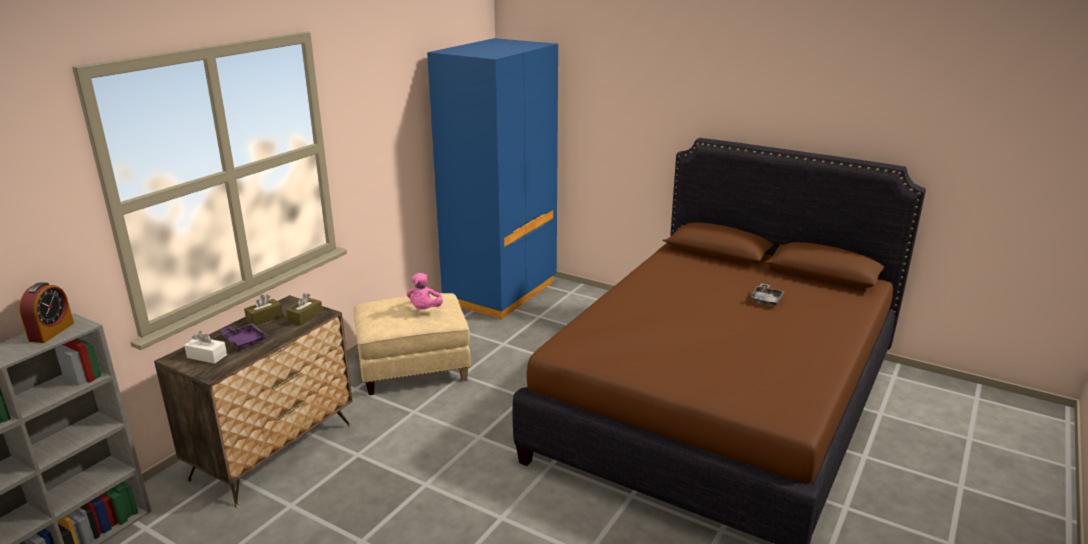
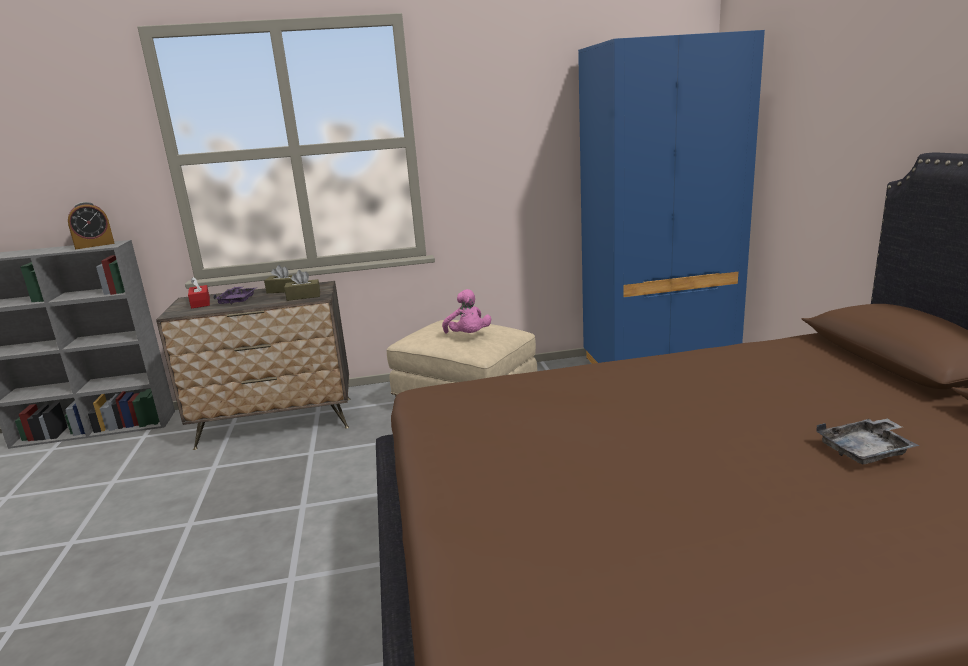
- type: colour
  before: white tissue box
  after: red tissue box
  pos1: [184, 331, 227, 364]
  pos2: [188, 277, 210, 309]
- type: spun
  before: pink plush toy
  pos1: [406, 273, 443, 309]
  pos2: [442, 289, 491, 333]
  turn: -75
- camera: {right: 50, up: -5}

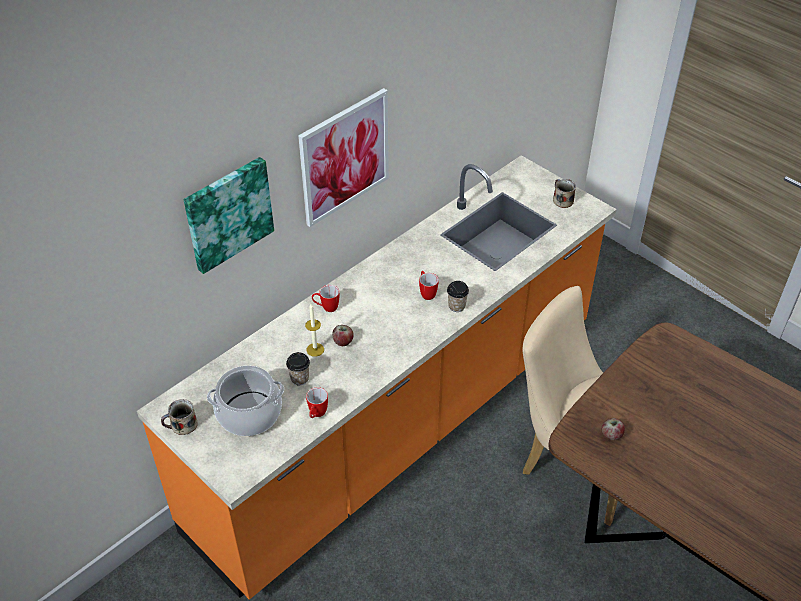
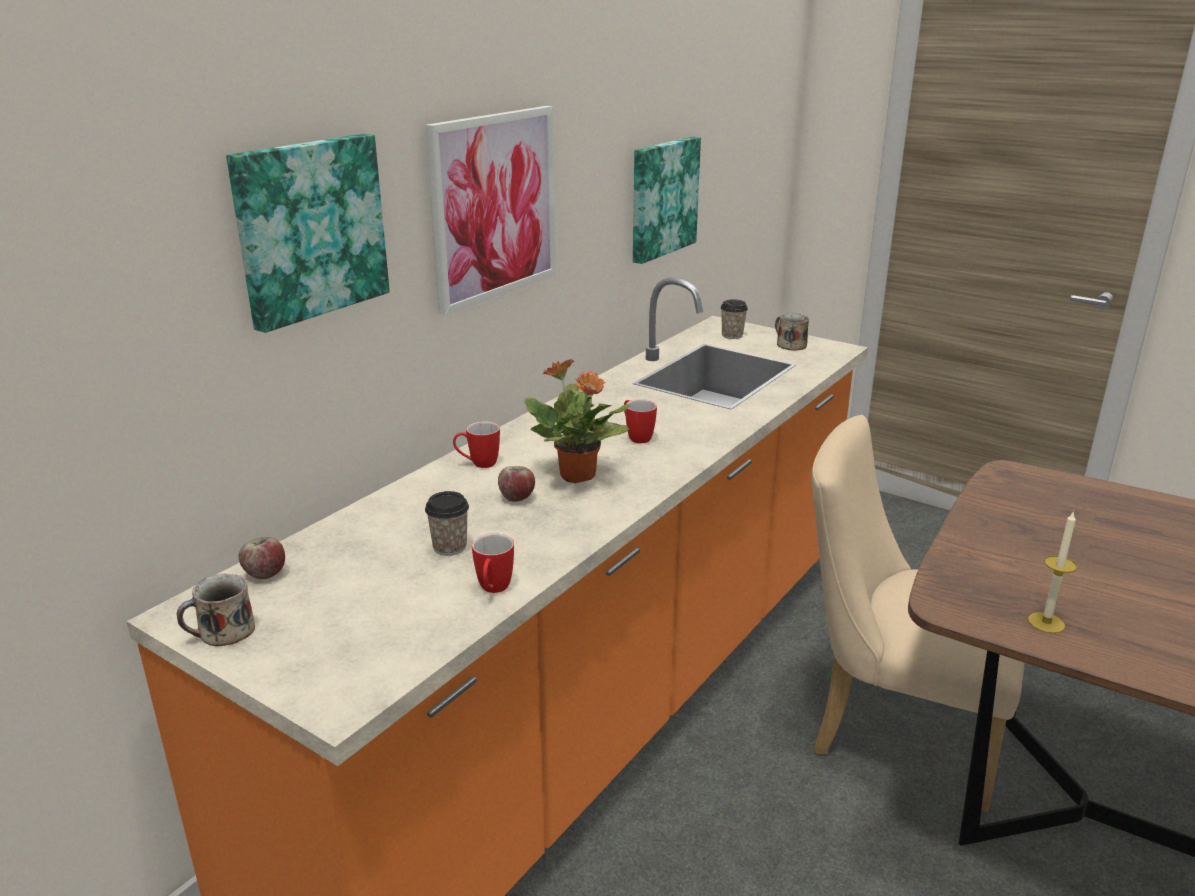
- type: relocated
  before: apple
  pos1: [601, 418, 625, 441]
  pos2: [238, 537, 285, 579]
- type: appeared
  after: potted plant
  pos2: [524, 359, 631, 483]
- type: appeared
  after: picture
  pos2: [633, 137, 701, 264]
- type: relocated
  before: cup
  pos1: [447, 281, 469, 312]
  pos2: [720, 299, 748, 339]
- type: relocated
  before: candle
  pos1: [305, 304, 324, 357]
  pos2: [1028, 511, 1077, 633]
- type: missing
  before: cooking pot
  pos1: [207, 366, 284, 436]
- camera: {right: -10, up: -20}

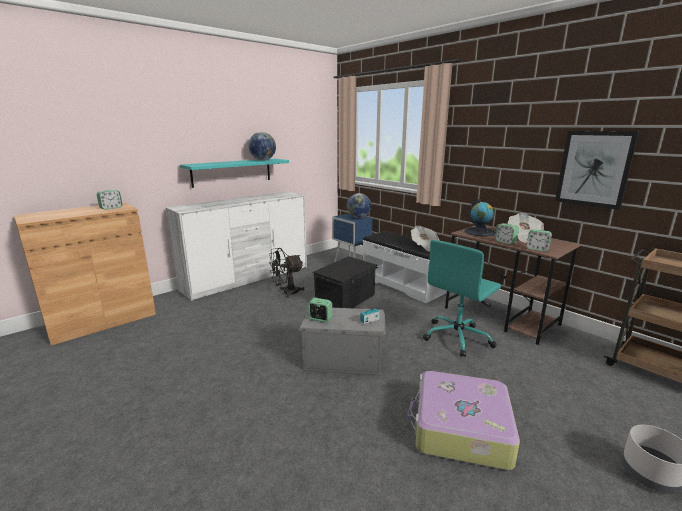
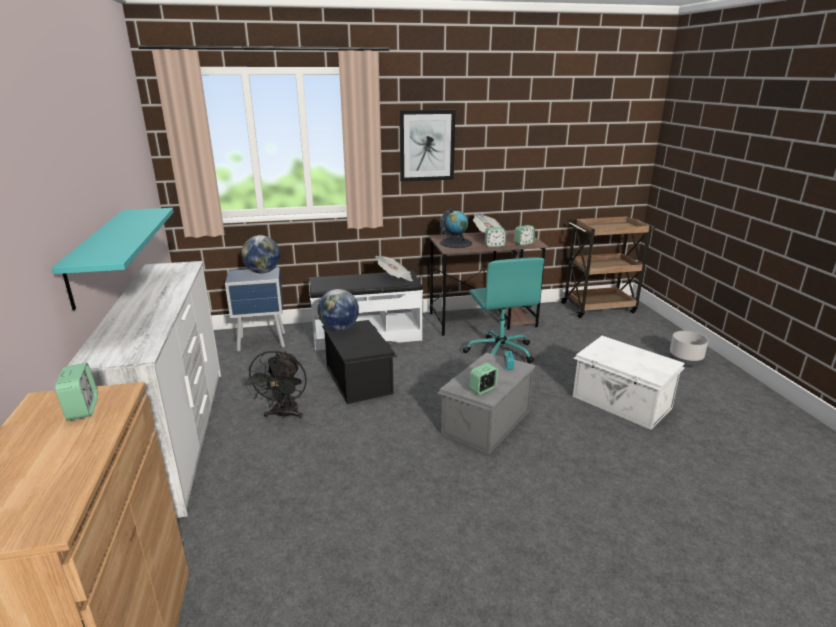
- type: relocated
  before: globe
  pos1: [248, 132, 276, 160]
  pos2: [317, 289, 359, 331]
- type: relocated
  before: picture
  pos1: [555, 131, 639, 210]
  pos2: [399, 110, 455, 182]
- type: exchanged
  before: suitcase
  after: white storage box
  pos1: [407, 371, 520, 470]
  pos2: [573, 336, 685, 430]
- camera: {right: -60, up: 5}

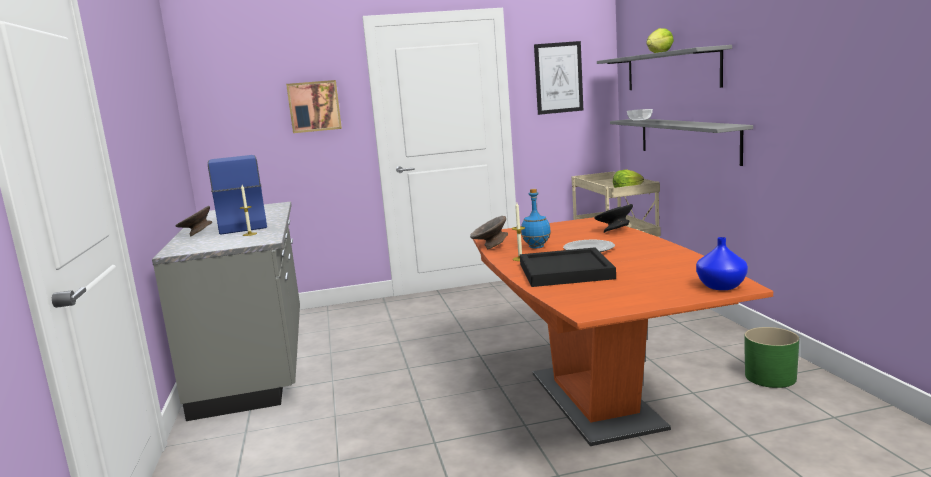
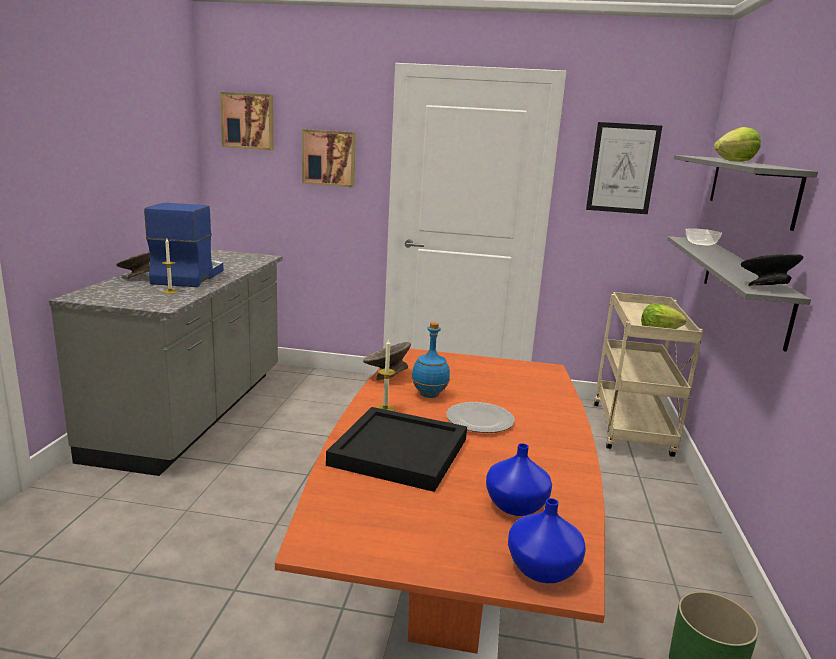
- type: appeared
  after: picture
  pos2: [220, 92, 274, 150]
- type: appeared
  after: blue vase
  pos2: [486, 443, 552, 516]
- type: relocated
  before: black bowl
  pos1: [594, 204, 633, 233]
  pos2: [741, 254, 804, 286]
- camera: {right: 20, up: 5}

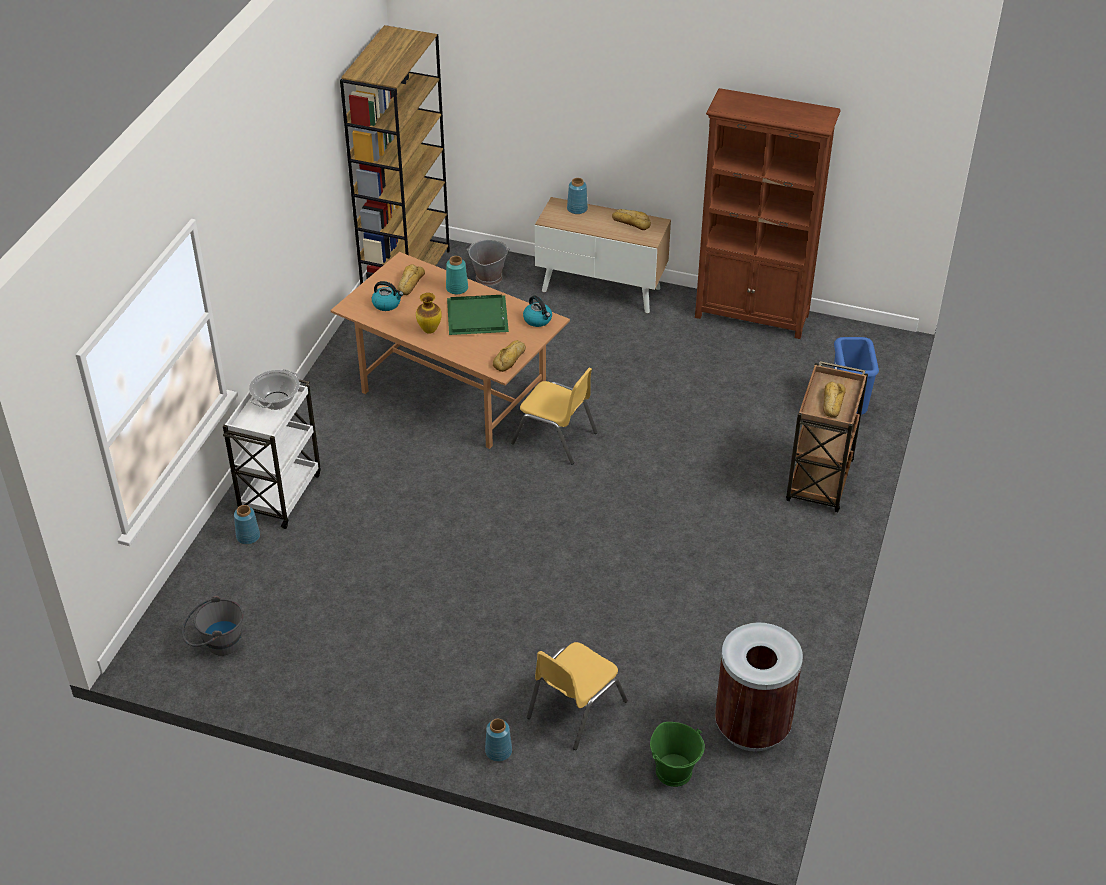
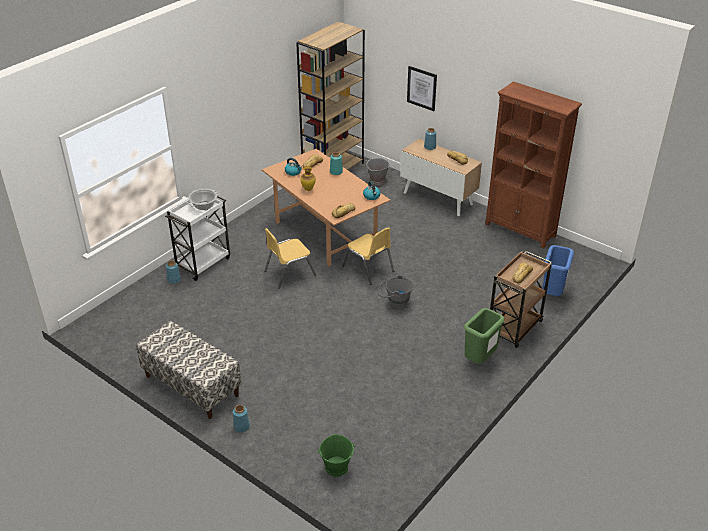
- type: appeared
  after: bench
  pos2: [137, 321, 242, 419]
- type: relocated
  before: yellow chair
  pos1: [527, 642, 628, 750]
  pos2: [264, 228, 317, 289]
- type: relocated
  before: grey bucket
  pos1: [182, 596, 244, 656]
  pos2: [378, 275, 413, 308]
- type: appeared
  after: picture
  pos2: [407, 66, 437, 111]
- type: appeared
  after: green trash can
  pos2: [464, 308, 504, 364]
- type: missing
  before: green tray
  pos1: [447, 295, 509, 335]
- type: missing
  before: brown trash can
  pos1: [715, 622, 803, 752]
- camera: {right: 20, up: -5}

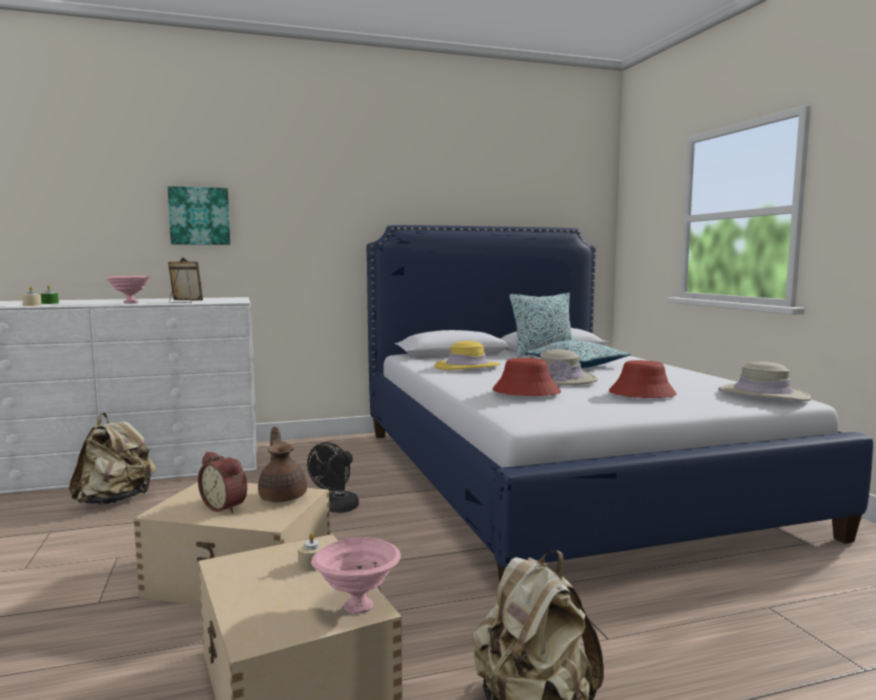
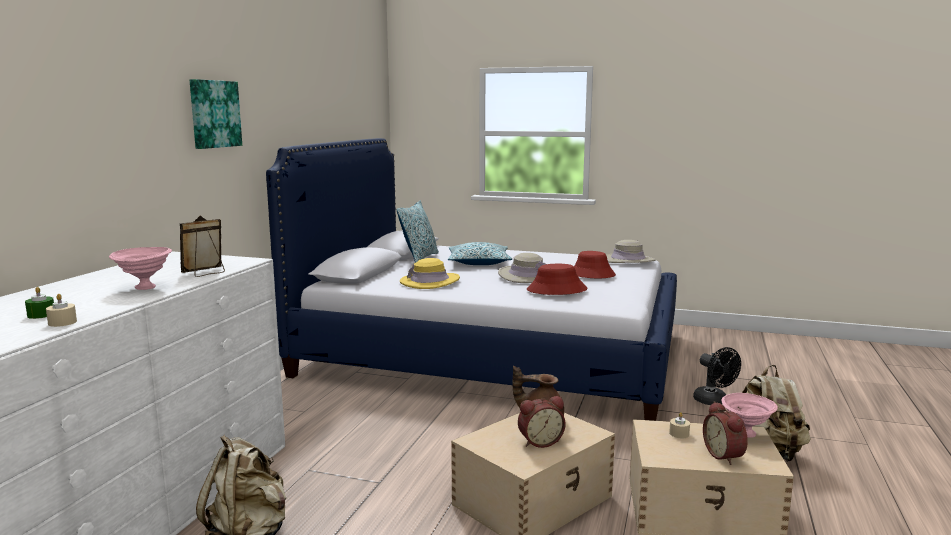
- type: relocated
  before: picture
  pos1: [168, 186, 230, 245]
  pos2: [190, 79, 242, 149]
- type: relocated
  before: black fan
  pos1: [307, 442, 359, 513]
  pos2: [693, 347, 741, 405]
- type: appeared
  after: alarm clock
  pos2: [703, 401, 748, 465]
- camera: {right: -55, up: 5}

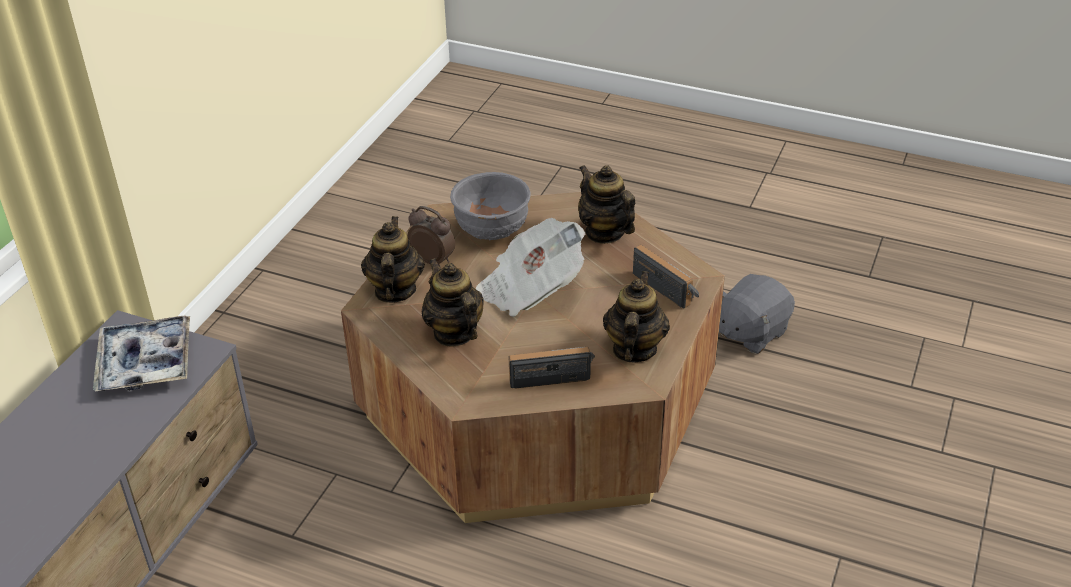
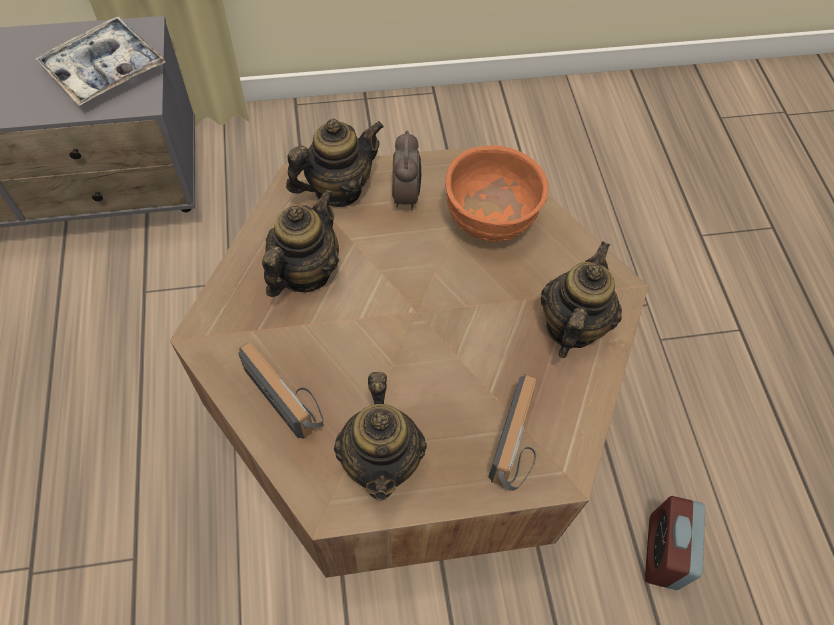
- type: spun
  before: teapot
  pos1: [603, 271, 670, 363]
  pos2: [334, 372, 427, 501]
  turn: 105
- type: colour
  before: grey bowl
  after: orange bowl
  pos1: [450, 172, 531, 240]
  pos2: [445, 145, 549, 242]
- type: exchanged
  before: grey plush toy
  after: alarm clock
  pos1: [719, 274, 795, 354]
  pos2: [645, 496, 705, 590]
- type: missing
  before: newspaper
  pos1: [476, 218, 585, 317]
- camera: {right: 55, up: 20}

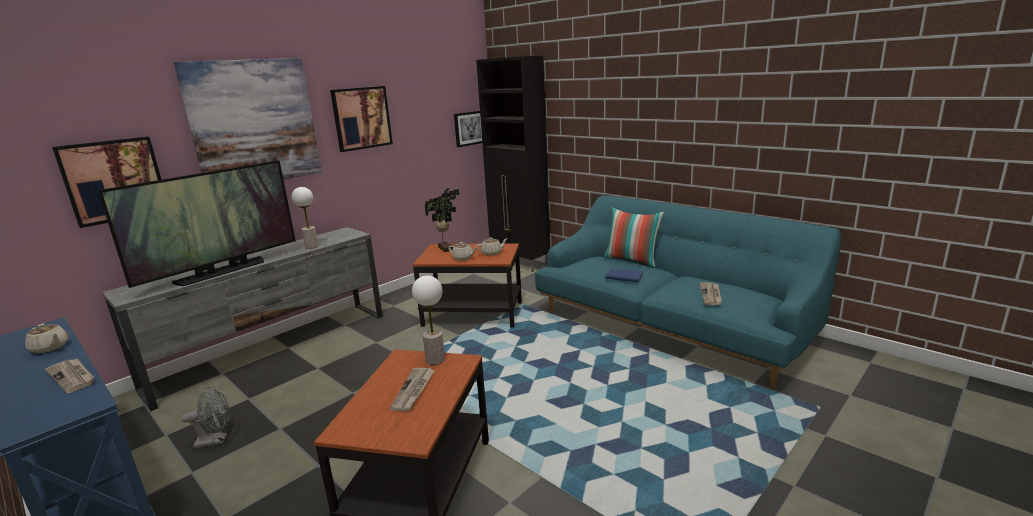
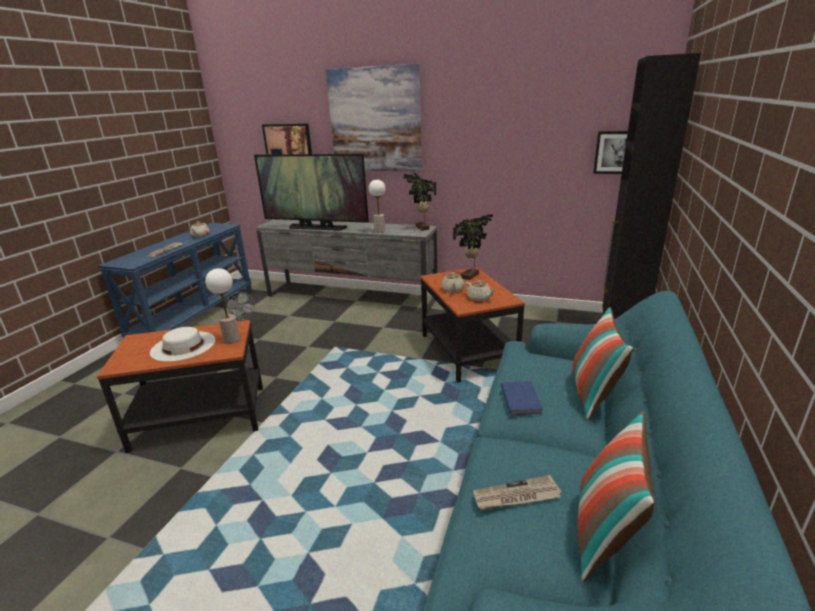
- type: exchanged
  before: newspaper
  after: white hat
  pos1: [389, 368, 435, 411]
  pos2: [150, 327, 215, 362]
- type: appeared
  after: potted plant
  pos2: [403, 172, 436, 230]
- type: appeared
  after: pillow
  pos2: [578, 411, 655, 581]
- type: missing
  before: picture
  pos1: [330, 86, 393, 152]
- camera: {right: 65, up: 5}

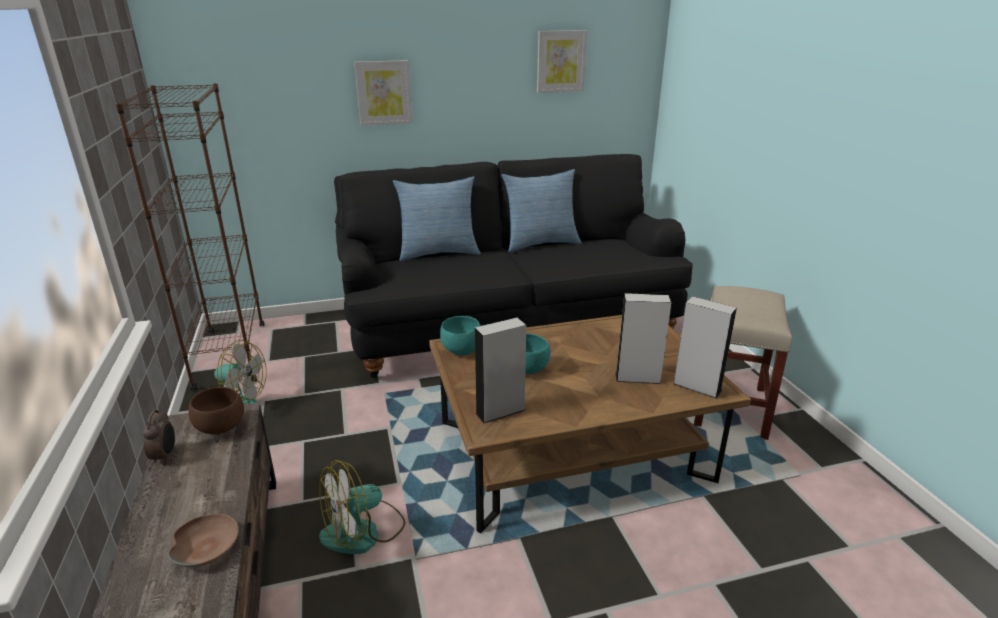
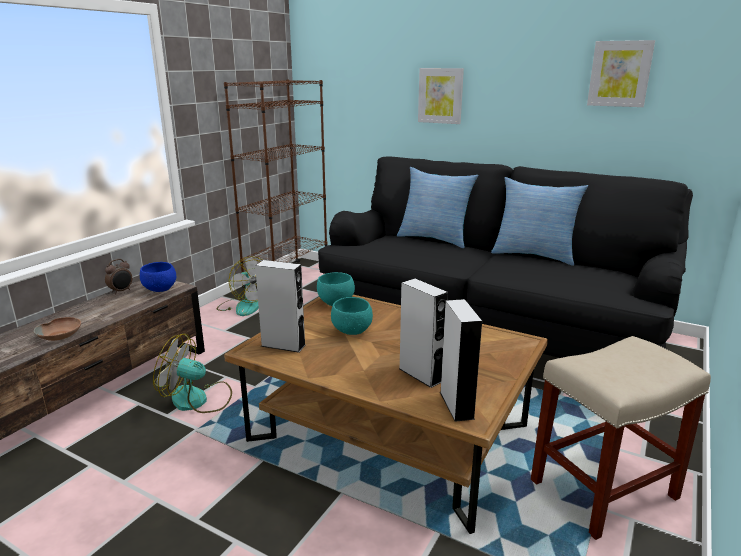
- type: colour
  before: brown bowl
  after: blue bowl
  pos1: [189, 387, 244, 434]
  pos2: [140, 262, 176, 292]
- camera: {right: 45, up: -5}

